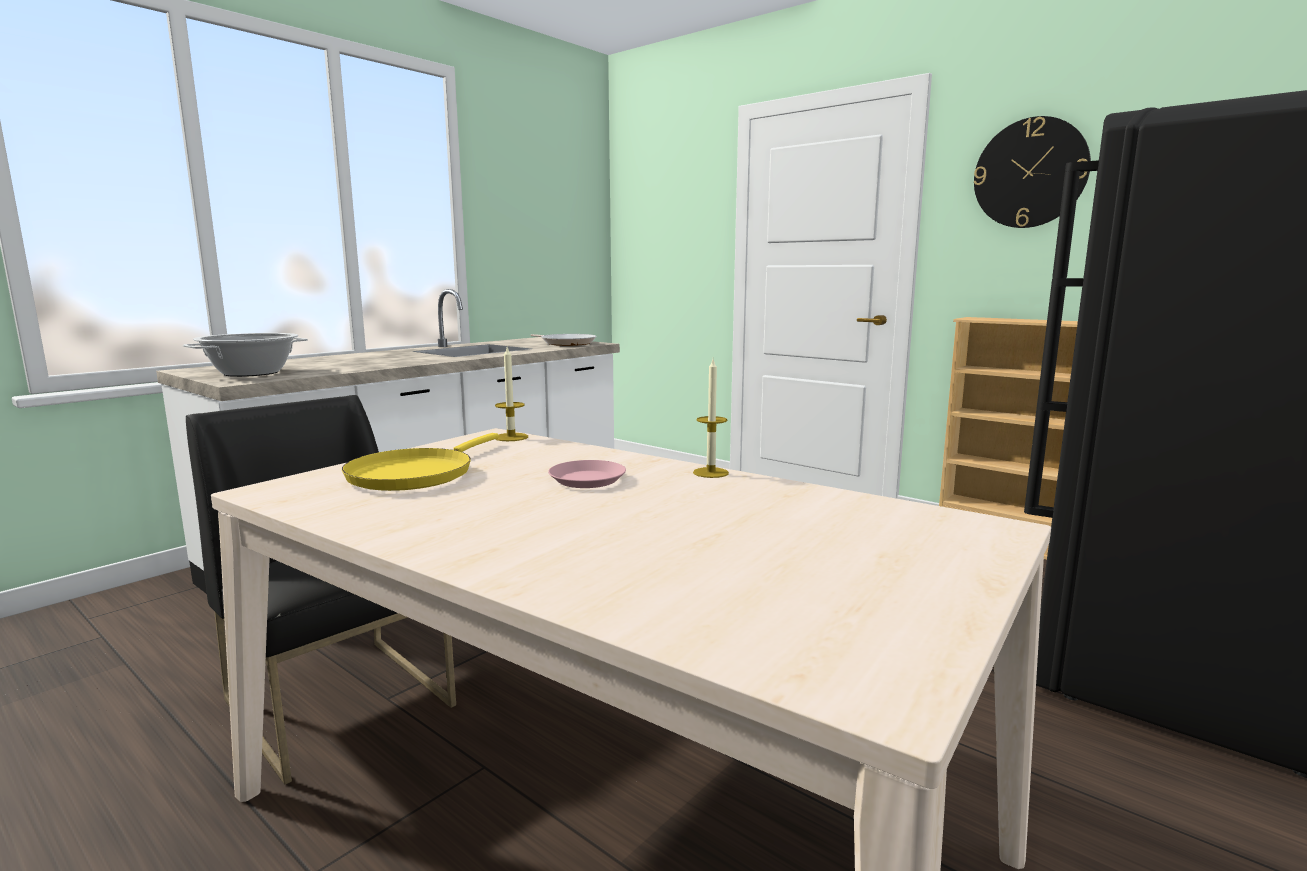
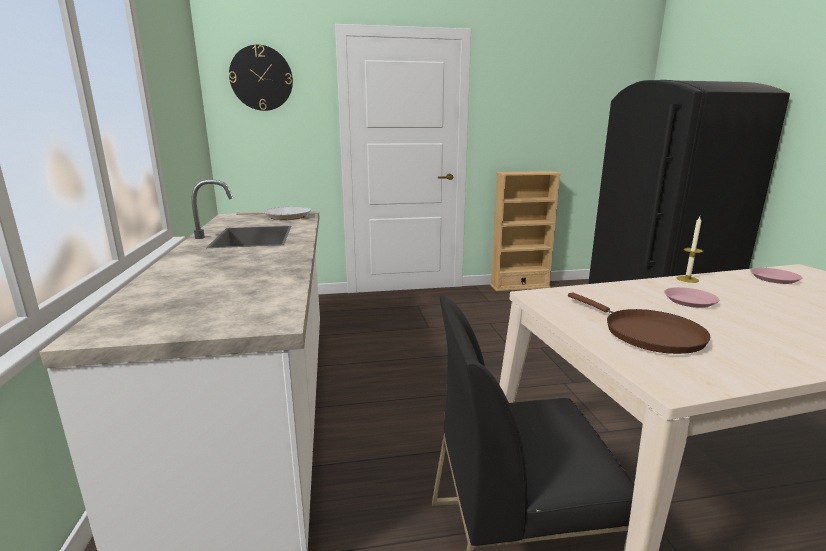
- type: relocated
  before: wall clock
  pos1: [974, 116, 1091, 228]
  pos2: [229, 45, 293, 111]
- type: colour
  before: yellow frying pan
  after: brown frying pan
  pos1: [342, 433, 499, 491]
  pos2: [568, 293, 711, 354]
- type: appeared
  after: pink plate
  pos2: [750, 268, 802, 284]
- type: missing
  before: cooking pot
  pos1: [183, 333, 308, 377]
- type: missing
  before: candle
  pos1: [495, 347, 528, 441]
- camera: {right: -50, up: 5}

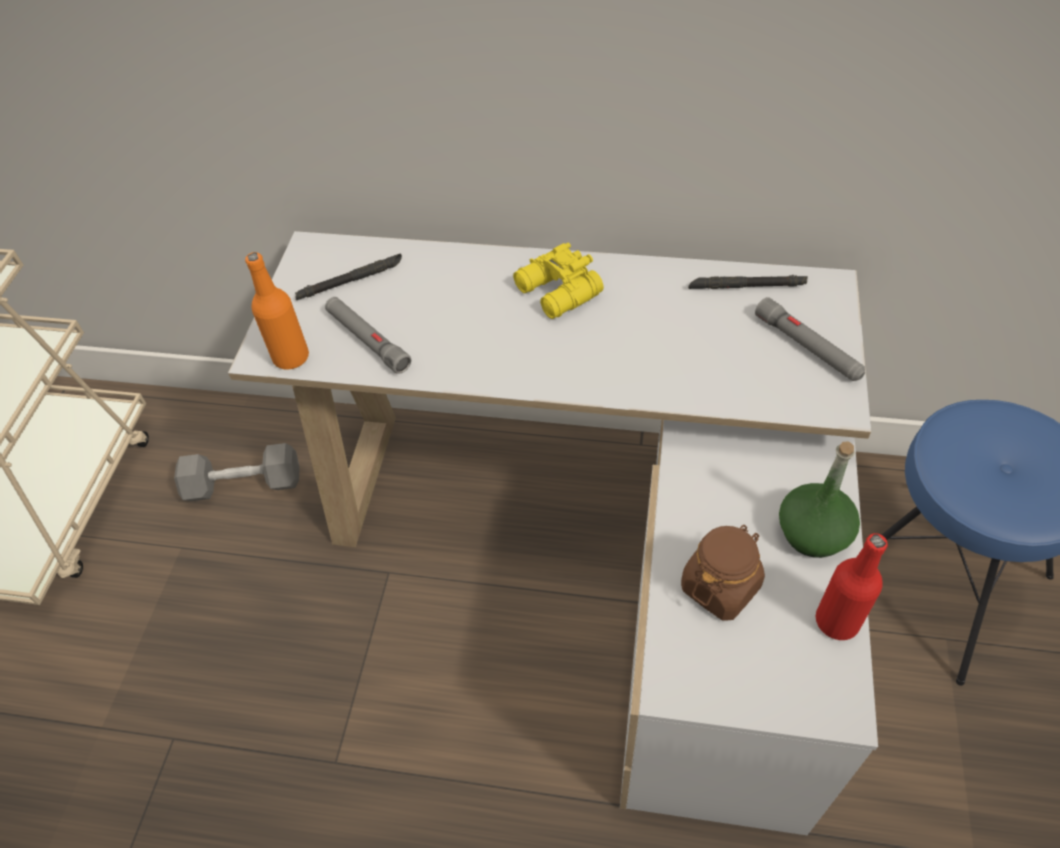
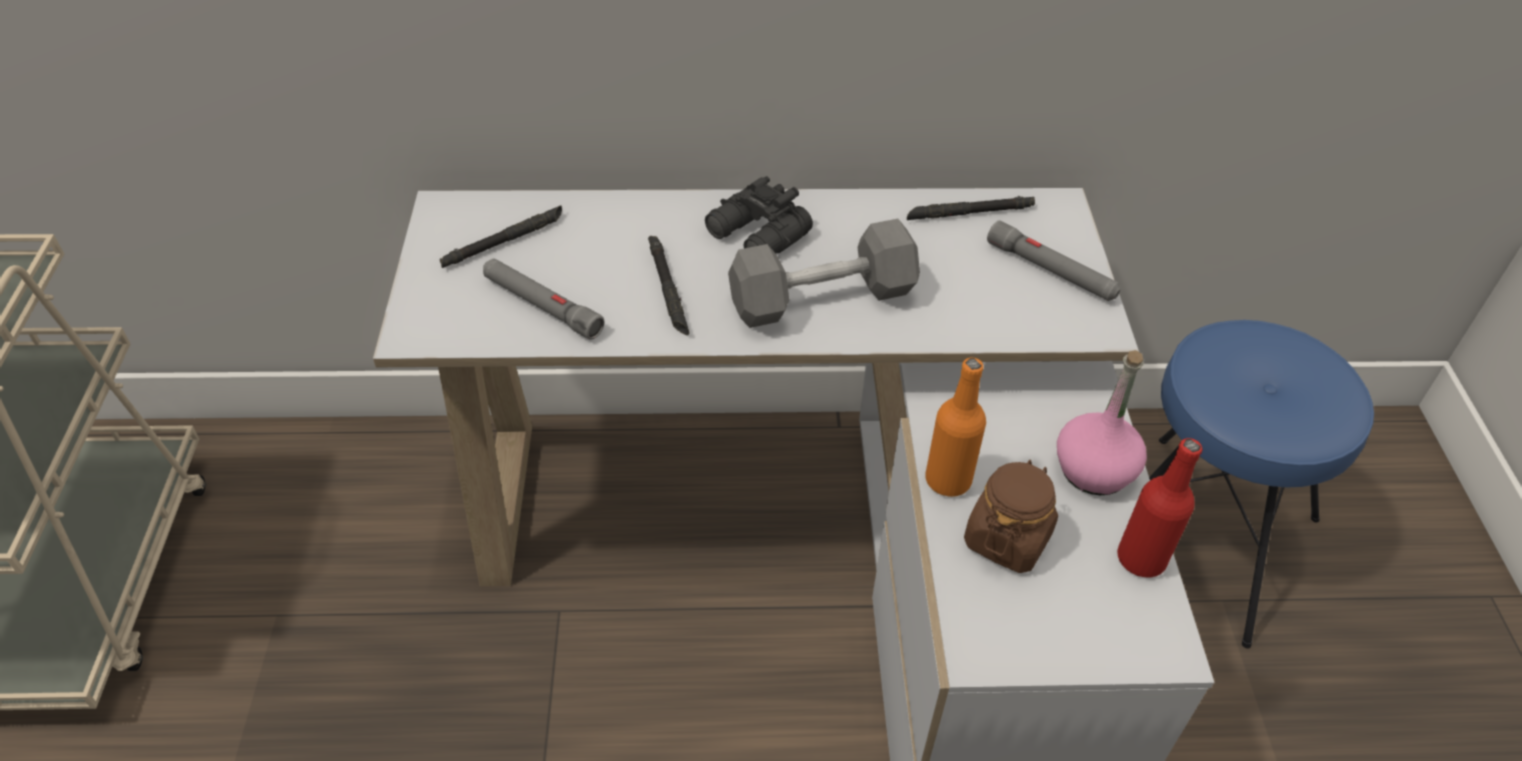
- type: appeared
  after: black flashlight
  pos2: [648, 236, 690, 335]
- type: colour
  before: yellow binoculars
  after: black binoculars
  pos1: [513, 243, 604, 319]
  pos2: [705, 176, 813, 253]
- type: relocated
  before: grey dumbbell
  pos1: [174, 443, 300, 501]
  pos2: [728, 219, 920, 328]
- type: relocated
  before: orange bottle
  pos1: [245, 252, 309, 369]
  pos2: [925, 358, 986, 497]
- type: colour
  before: green bottle
  after: pink bottle
  pos1: [779, 441, 860, 558]
  pos2: [1057, 350, 1147, 495]
- camera: {right: -15, up: -5}

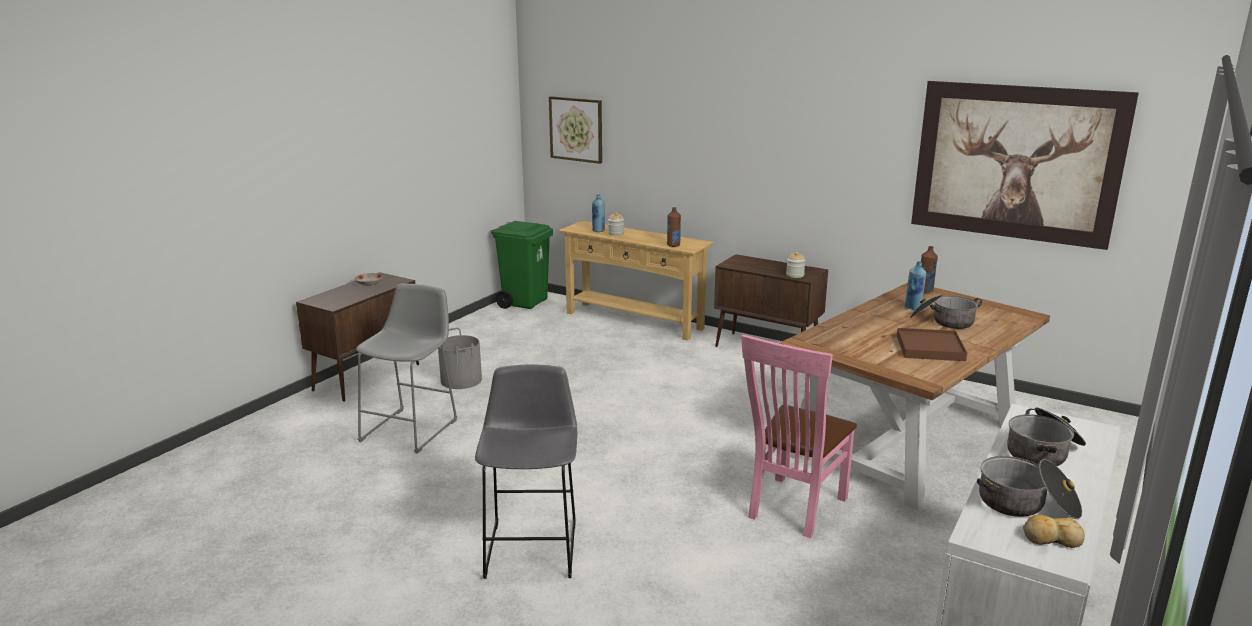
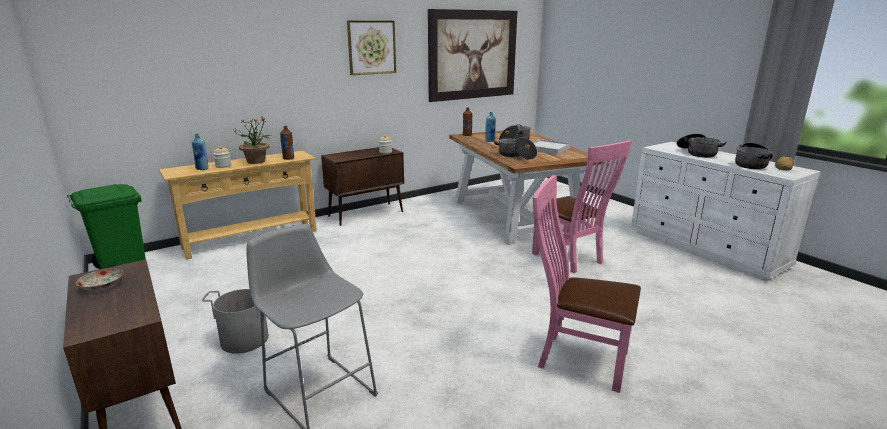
- type: appeared
  after: potted plant
  pos2: [232, 117, 271, 164]
- type: relocated
  before: picture
  pos1: [549, 96, 602, 164]
  pos2: [347, 20, 396, 75]
- type: appeared
  after: cooking pot
  pos2: [493, 137, 537, 160]
- type: colour
  before: brown tray
  after: white tray
  pos1: [897, 328, 967, 361]
  pos2: [533, 139, 570, 155]
- type: exchanged
  before: grey stool
  after: pink chair
  pos1: [475, 364, 578, 579]
  pos2: [533, 175, 641, 393]
- camera: {right: -65, up: 0}

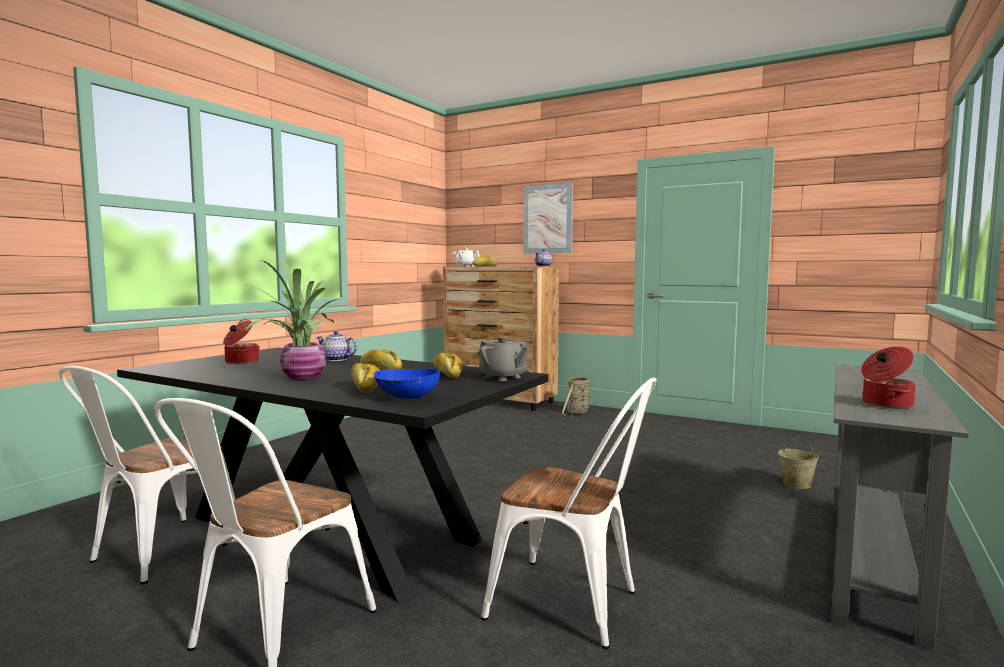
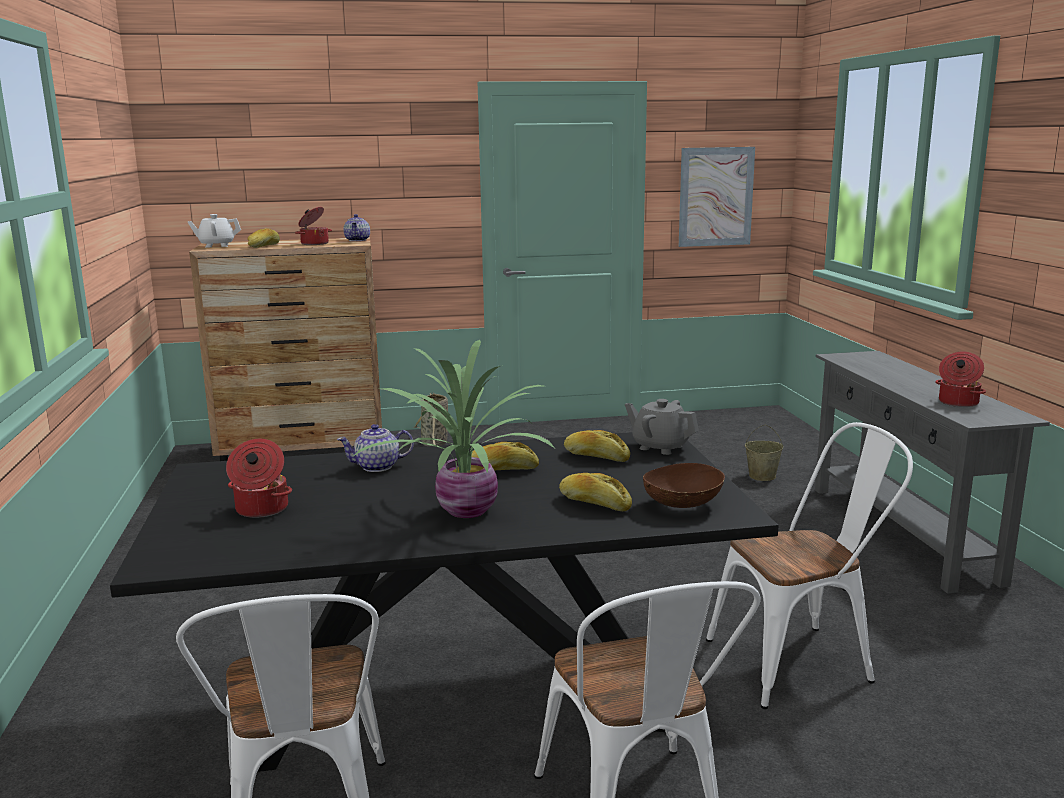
- type: appeared
  after: cooking pot
  pos2: [295, 207, 332, 245]
- type: spun
  before: grey teapot
  pos1: [479, 337, 529, 381]
  pos2: [625, 399, 699, 455]
  turn: -150
- type: colour
  before: blue bowl
  after: brown bowl
  pos1: [373, 369, 440, 399]
  pos2: [643, 463, 725, 508]
- type: relocated
  before: picture
  pos1: [523, 182, 573, 253]
  pos2: [679, 147, 755, 247]
- camera: {right: -40, up: 10}

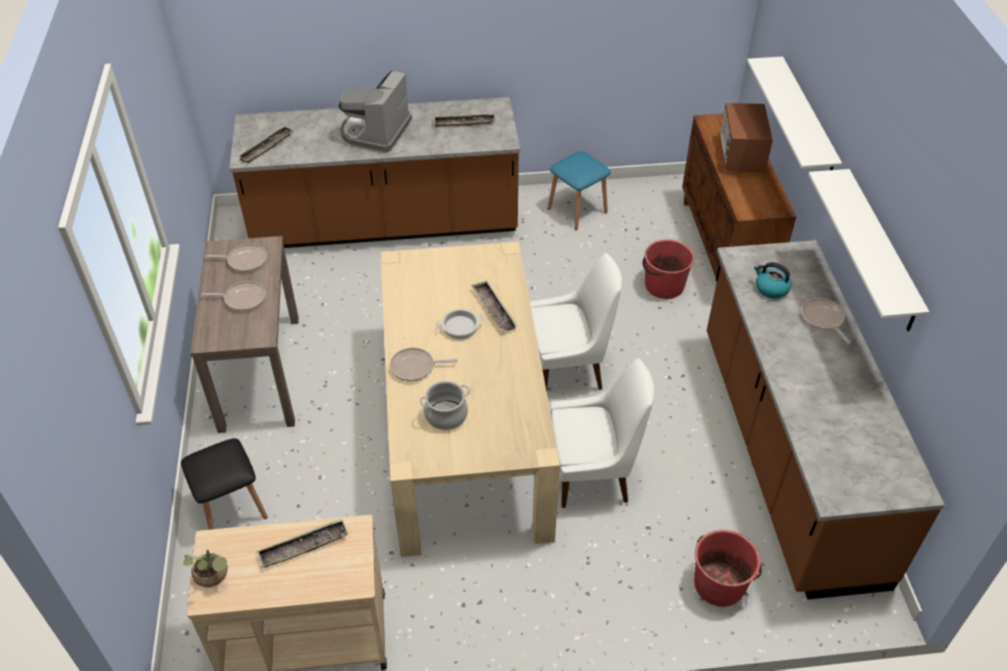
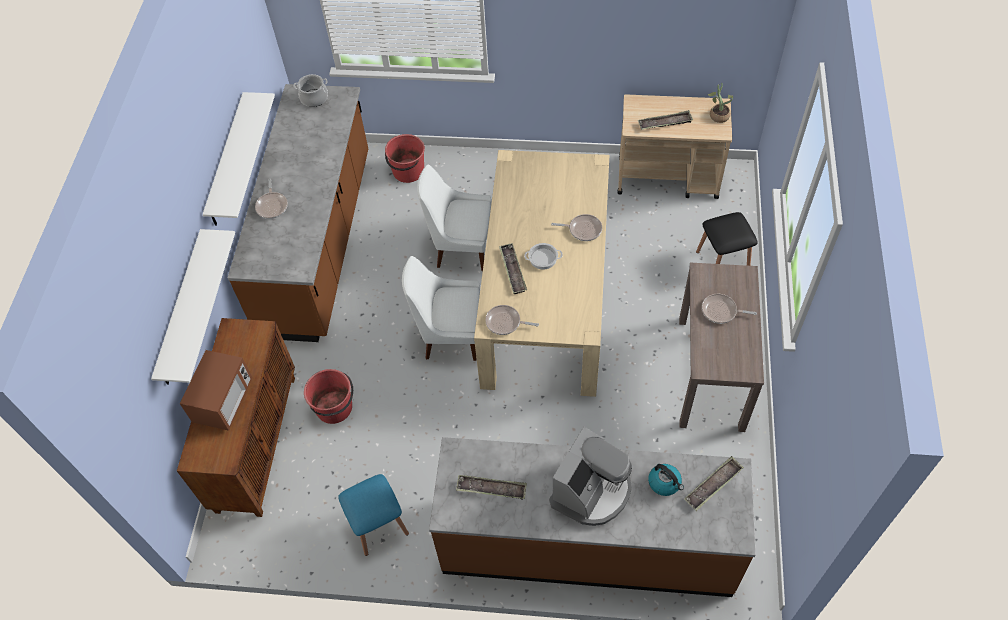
- type: relocated
  before: cooking pot
  pos1: [420, 381, 470, 430]
  pos2: [293, 74, 328, 107]
- type: relocated
  before: frying pan
  pos1: [205, 244, 267, 272]
  pos2: [485, 305, 539, 335]
- type: relocated
  before: kettle
  pos1: [754, 262, 791, 299]
  pos2: [648, 464, 684, 496]
- camera: {right: -165, up: 10}

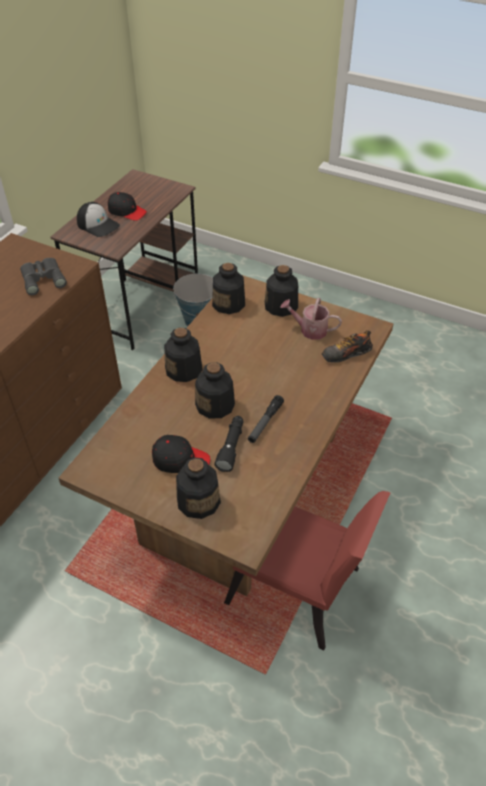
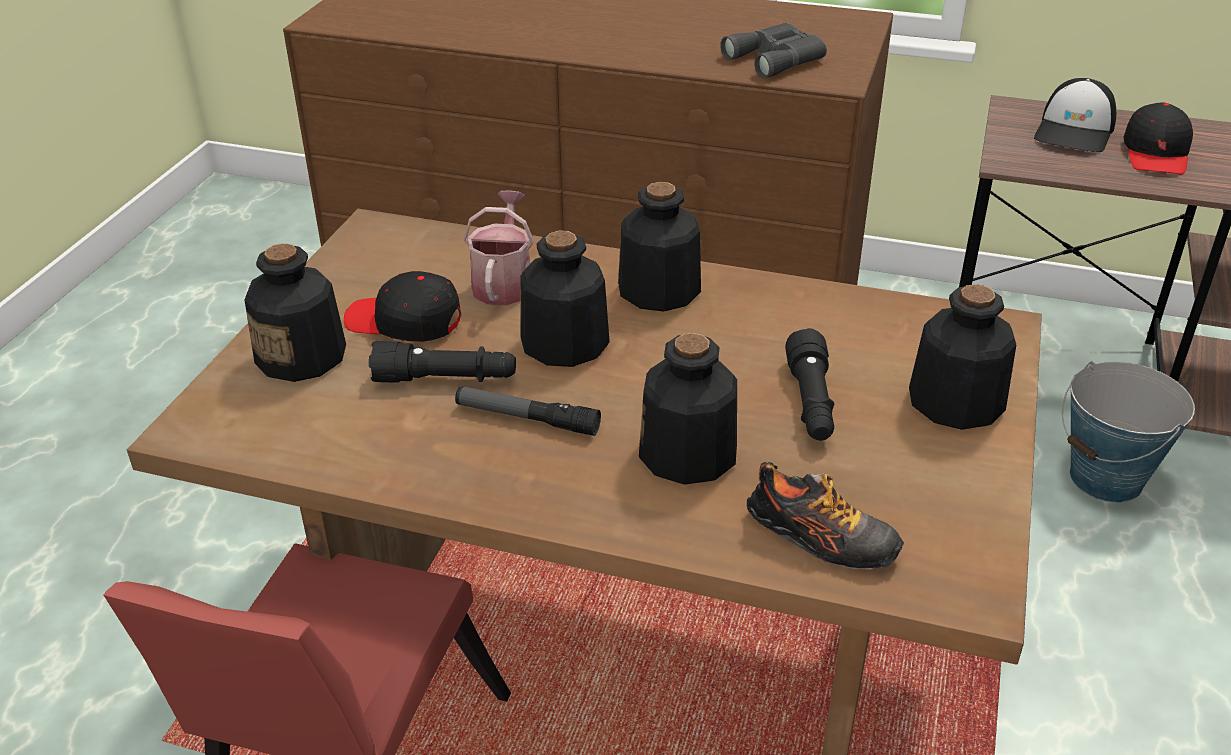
- type: spun
  before: black cap
  pos1: [152, 435, 210, 473]
  pos2: [344, 271, 461, 342]
  turn: 105
- type: relocated
  before: watering can
  pos1: [280, 298, 342, 340]
  pos2: [463, 190, 534, 306]
- type: relocated
  before: bottle
  pos1: [212, 263, 245, 314]
  pos2: [639, 333, 737, 485]
- type: spun
  before: shoe
  pos1: [322, 330, 373, 363]
  pos2: [747, 462, 904, 569]
  turn: 150
- type: appeared
  after: black flashlight
  pos2: [785, 328, 834, 441]
- camera: {right: 80, up: -10}

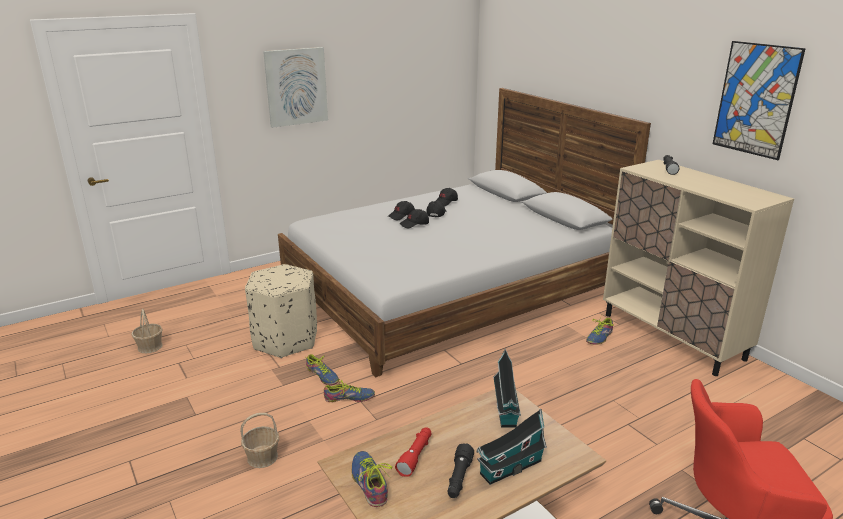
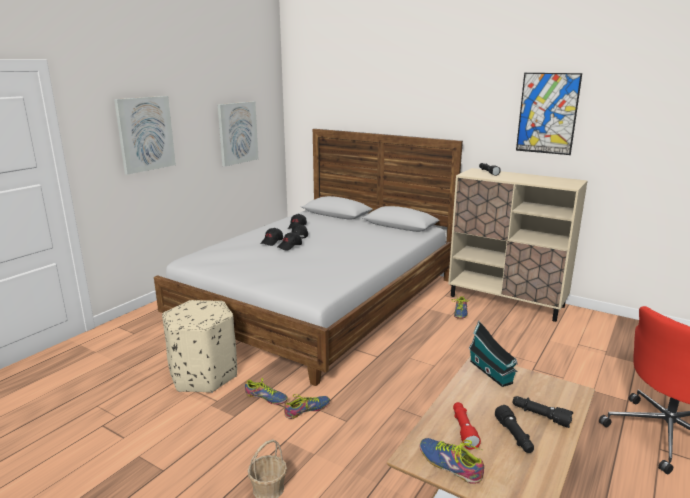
- type: appeared
  after: picture
  pos2: [218, 101, 259, 167]
- type: exchanged
  before: toy house
  after: black flashlight
  pos1: [476, 409, 547, 485]
  pos2: [513, 396, 573, 428]
- type: missing
  before: basket
  pos1: [131, 309, 163, 353]
- camera: {right: -25, up: -5}

